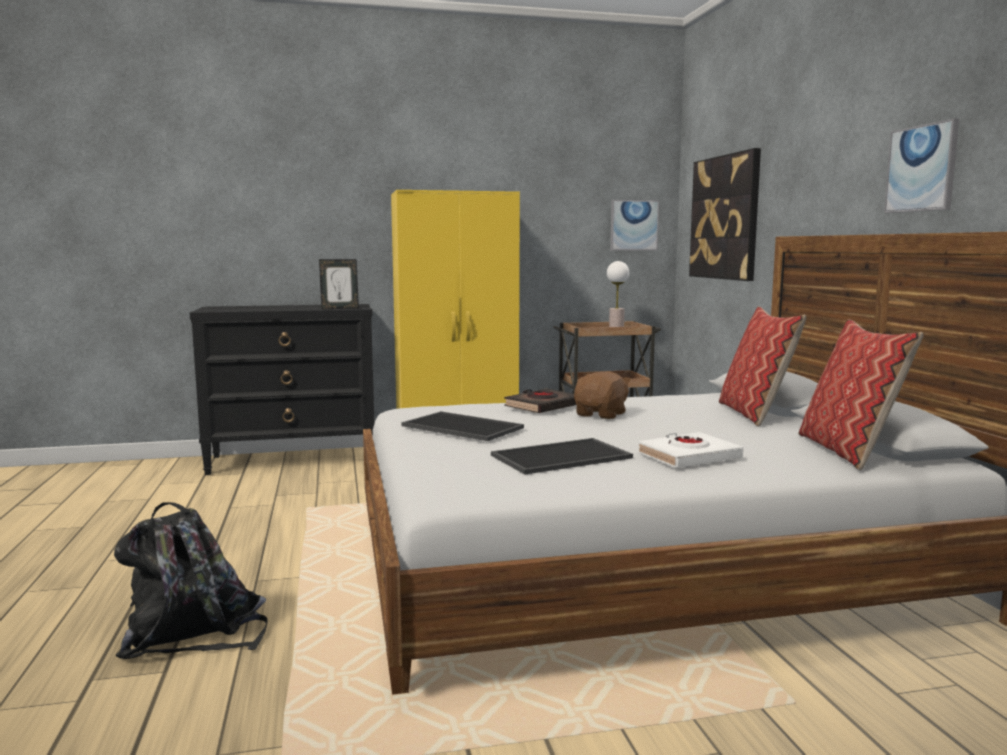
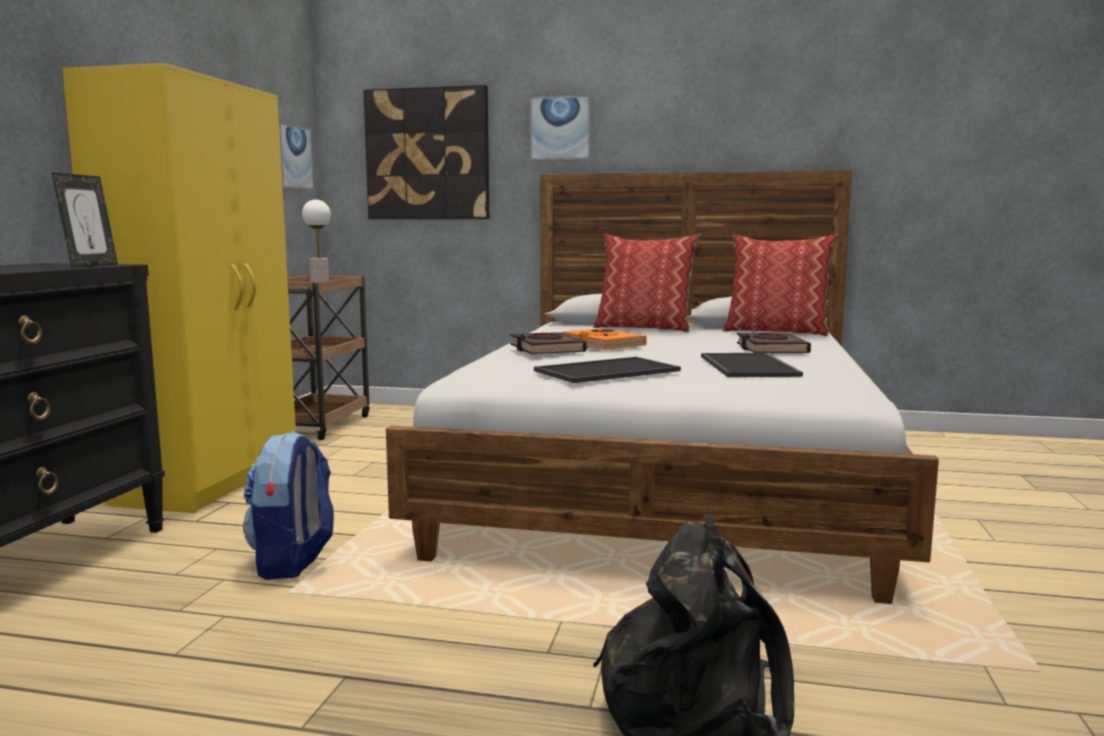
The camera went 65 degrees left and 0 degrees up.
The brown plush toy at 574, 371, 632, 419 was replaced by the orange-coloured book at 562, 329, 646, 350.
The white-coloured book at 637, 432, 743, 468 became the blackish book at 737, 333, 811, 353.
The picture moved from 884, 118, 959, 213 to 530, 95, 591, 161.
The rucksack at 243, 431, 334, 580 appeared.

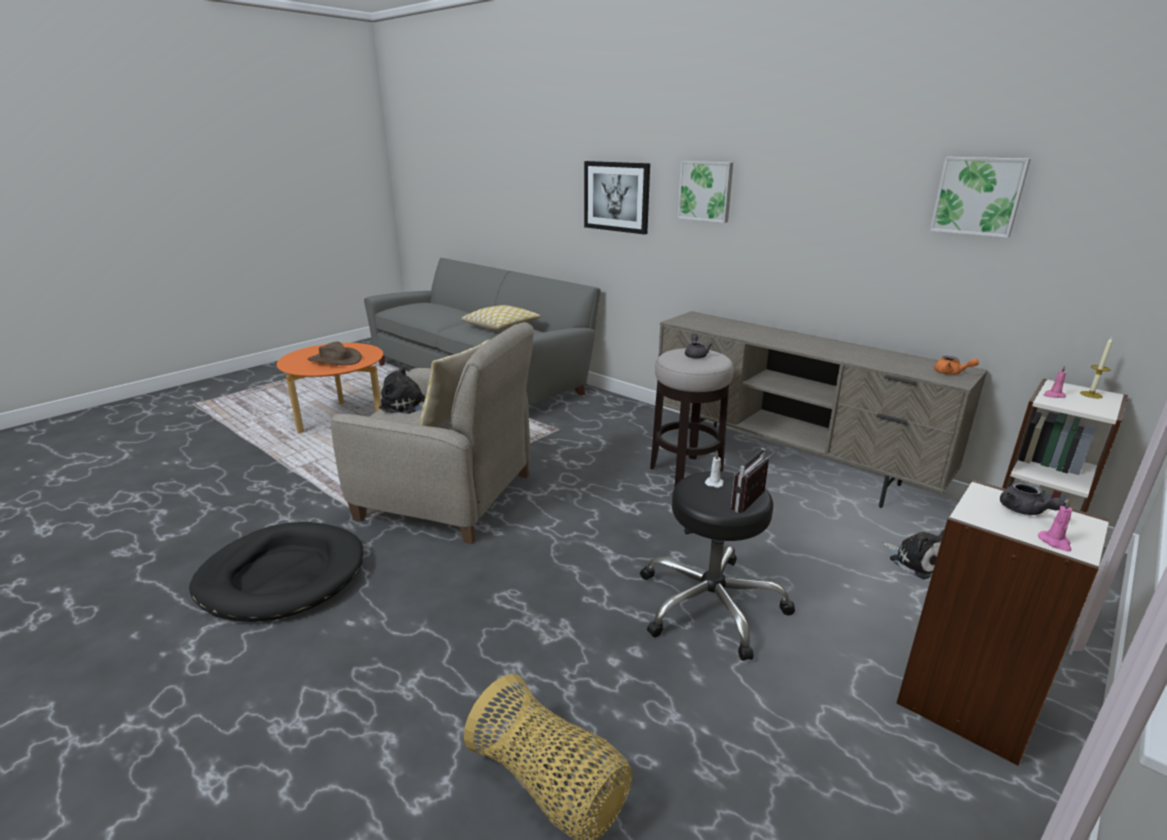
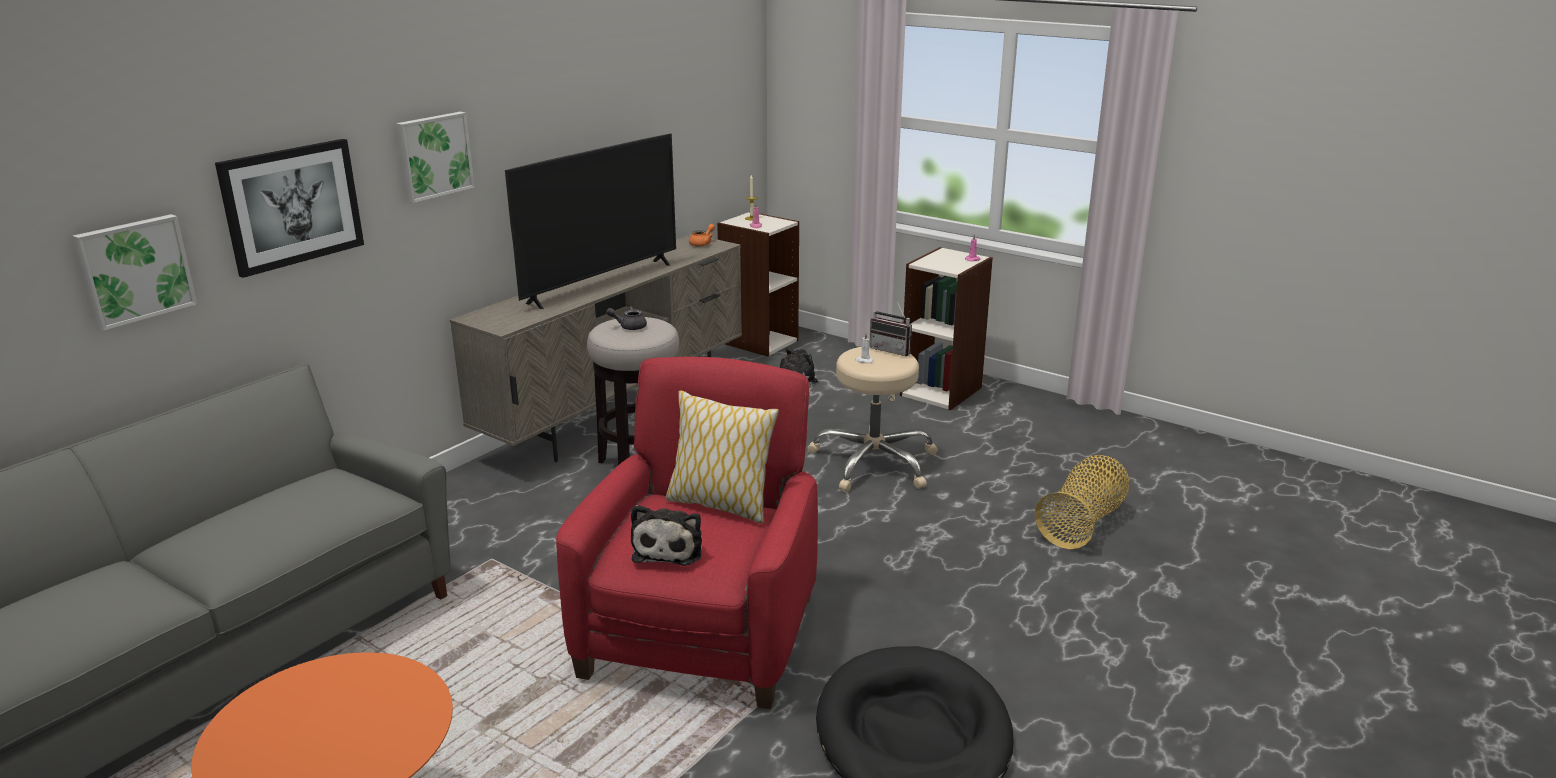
The camera went 95 degrees left and 0 degrees up.
The brown clothing hat at 308, 341, 362, 365 disappeared.
The sand-coloured lounge chair at 331, 322, 534, 544 became the red lounge chair at 556, 357, 818, 709.
The pillow at 461, 305, 541, 331 disappeared.
The blackish stool at 640, 471, 795, 661 became the sand-coloured stool at 807, 346, 938, 492.
The picture moved from 929, 157, 1031, 238 to 73, 214, 197, 331.
The gray teapot at 1000, 481, 1065, 515 disappeared.
The TV set at 505, 134, 676, 309 appeared.

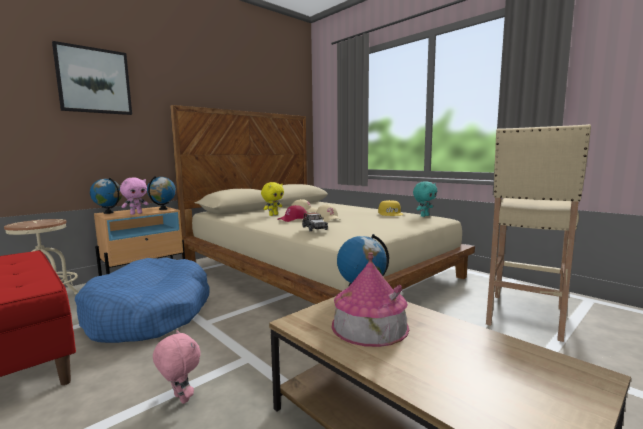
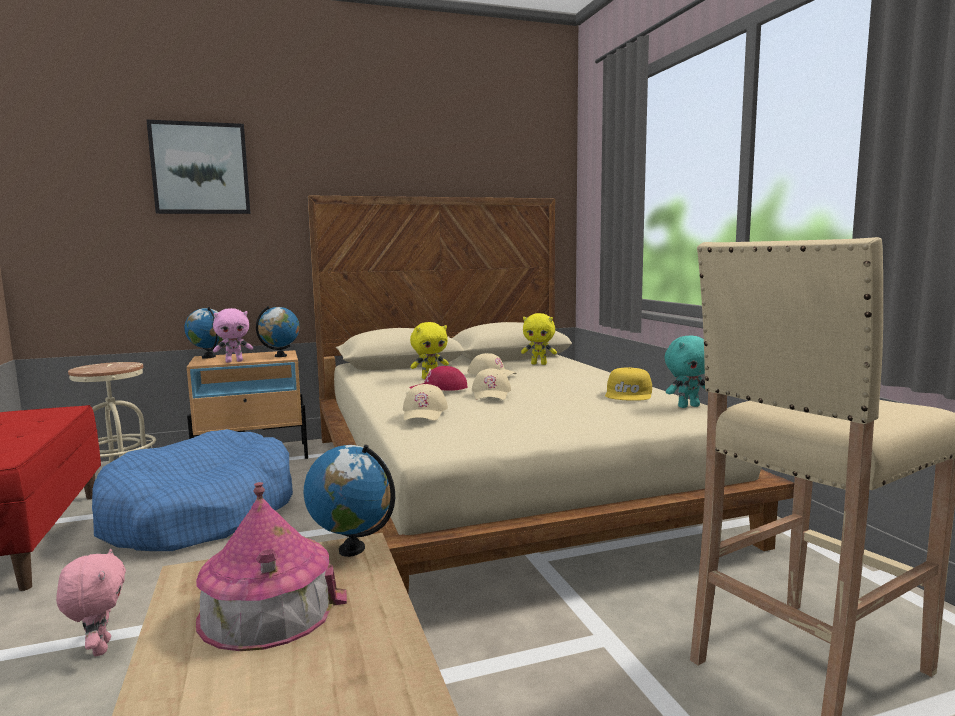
The camera went 25 degrees right and 0 degrees up.
The miniature car at 302, 212, 328, 231 was replaced by the sand-coloured peaked cap at 403, 384, 448, 421.
The yellowish plush toy at 521, 313, 557, 365 appeared.

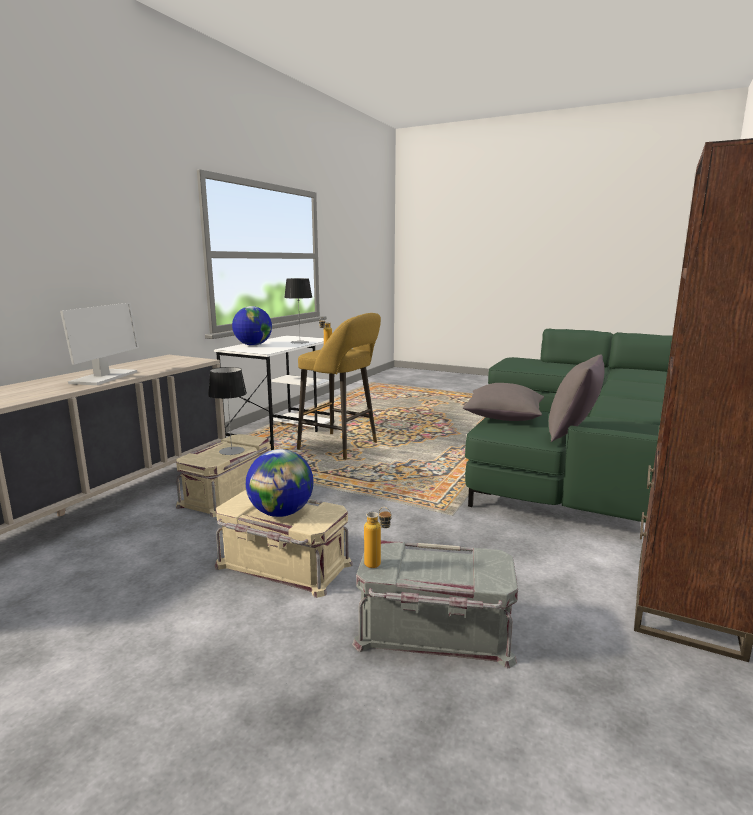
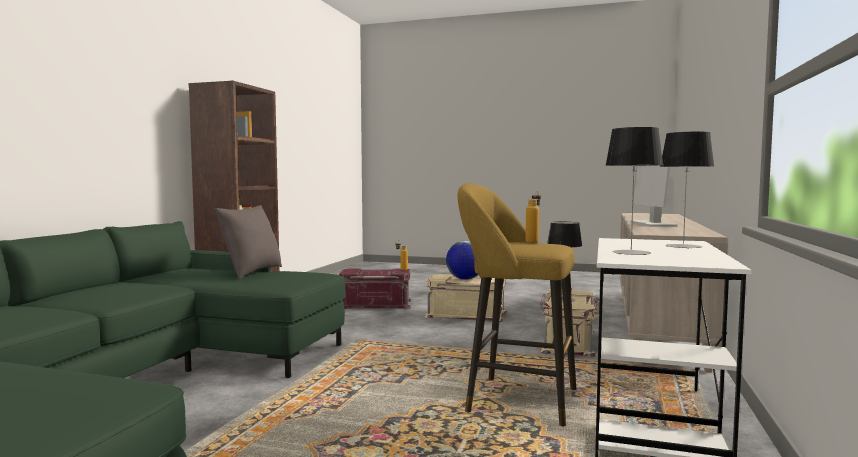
The camera went 170 degrees right and 10 degrees down.
The desk globe at 232, 306, 272, 346 was replaced by the lamp for a table at 660, 132, 714, 249.
The gray storage box at 352, 540, 518, 669 became the red storage box at 339, 268, 412, 309.
The gray pillow at 463, 383, 544, 421 disappeared.

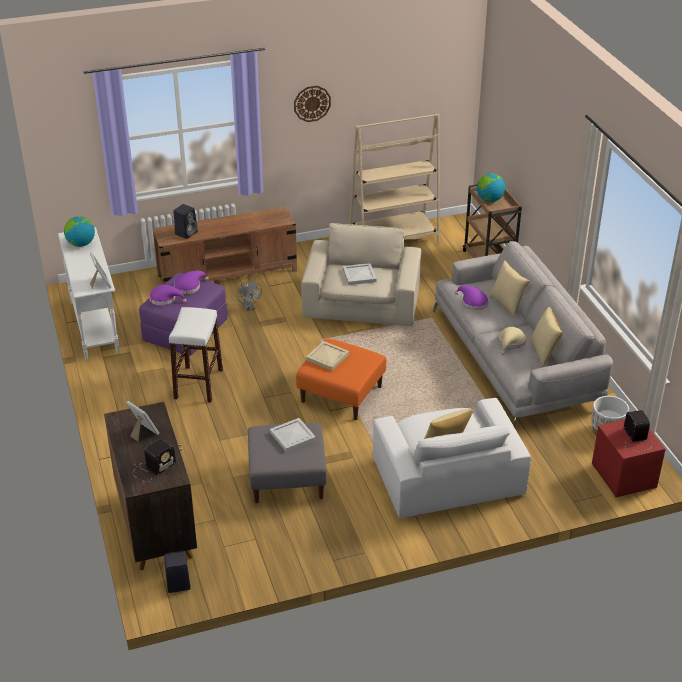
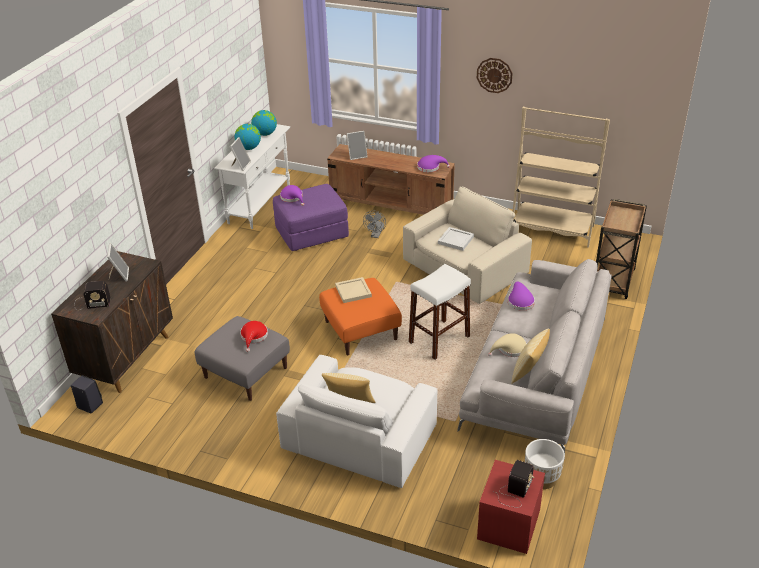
The camera went 40 degrees right and 0 degrees up.
The white-coloured stool moved from 169, 307, 223, 403 to 409, 264, 471, 360.
The blackish speaker at 173, 204, 197, 239 was replaced by the standing frame at 347, 131, 368, 160.
The purple clothing hat moved from 174, 271, 209, 294 to 417, 155, 450, 173.
The white-coloured carrying tray at 270, 418, 316, 452 was replaced by the red clothing hat at 240, 321, 268, 352.
The desk globe moved from 477, 173, 505, 202 to 235, 124, 261, 150.
The pillow at 490, 261, 530, 317 disappeared.

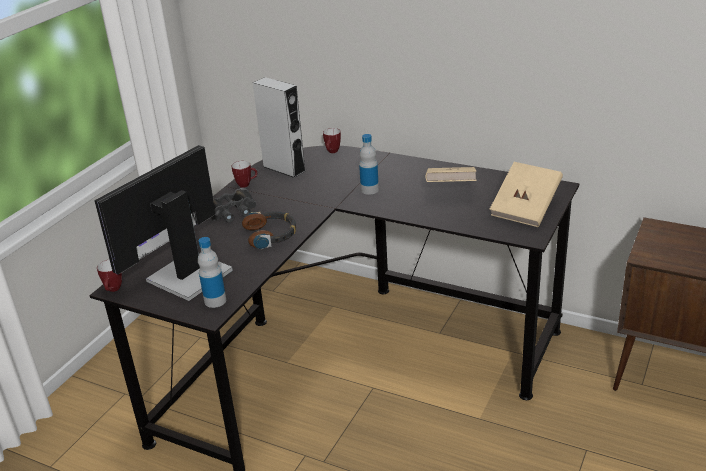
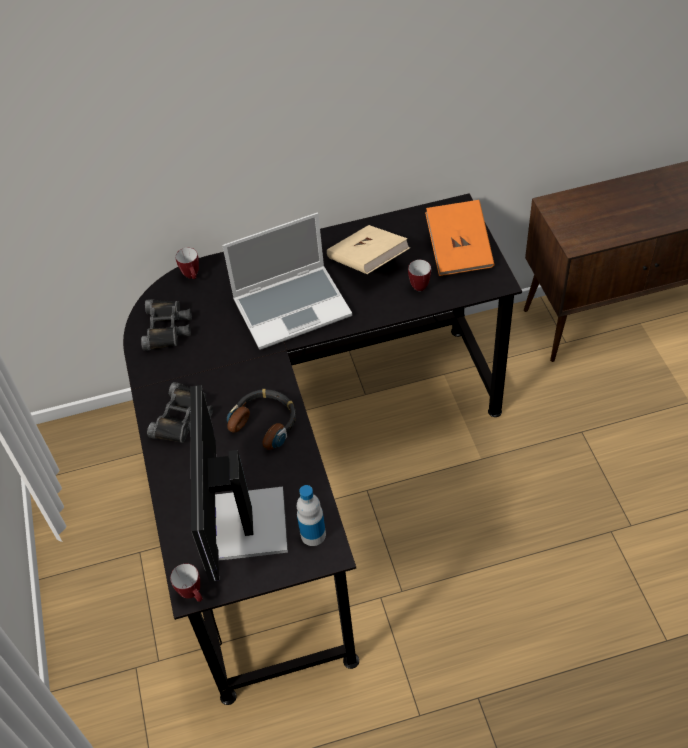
The camera went 40 degrees left and 20 degrees up.
The tea mug moved from 232, 161, 257, 188 to 408, 260, 431, 291.
The gray speaker at 253, 77, 305, 178 was replaced by the blackish binoculars at 141, 299, 192, 351.
The beverage bottle at 359, 134, 379, 195 was replaced by the notebook computer at 222, 213, 352, 350.
The sand-coloured book at 489, 162, 563, 227 became the orange-coloured book at 425, 200, 495, 276.

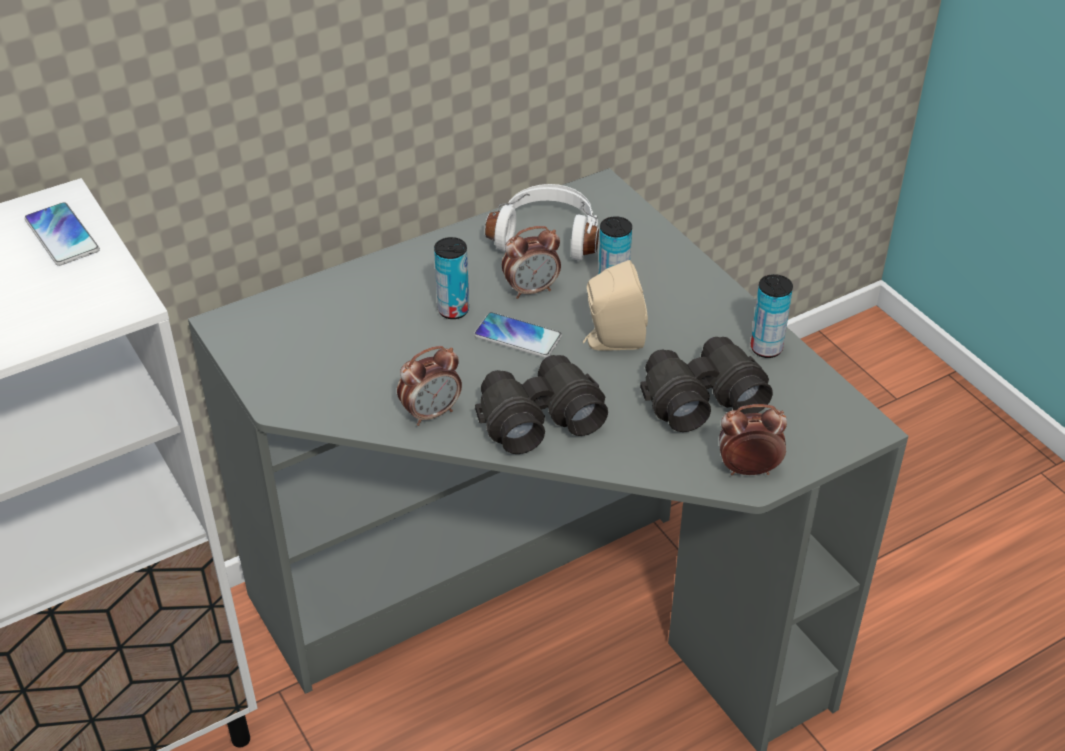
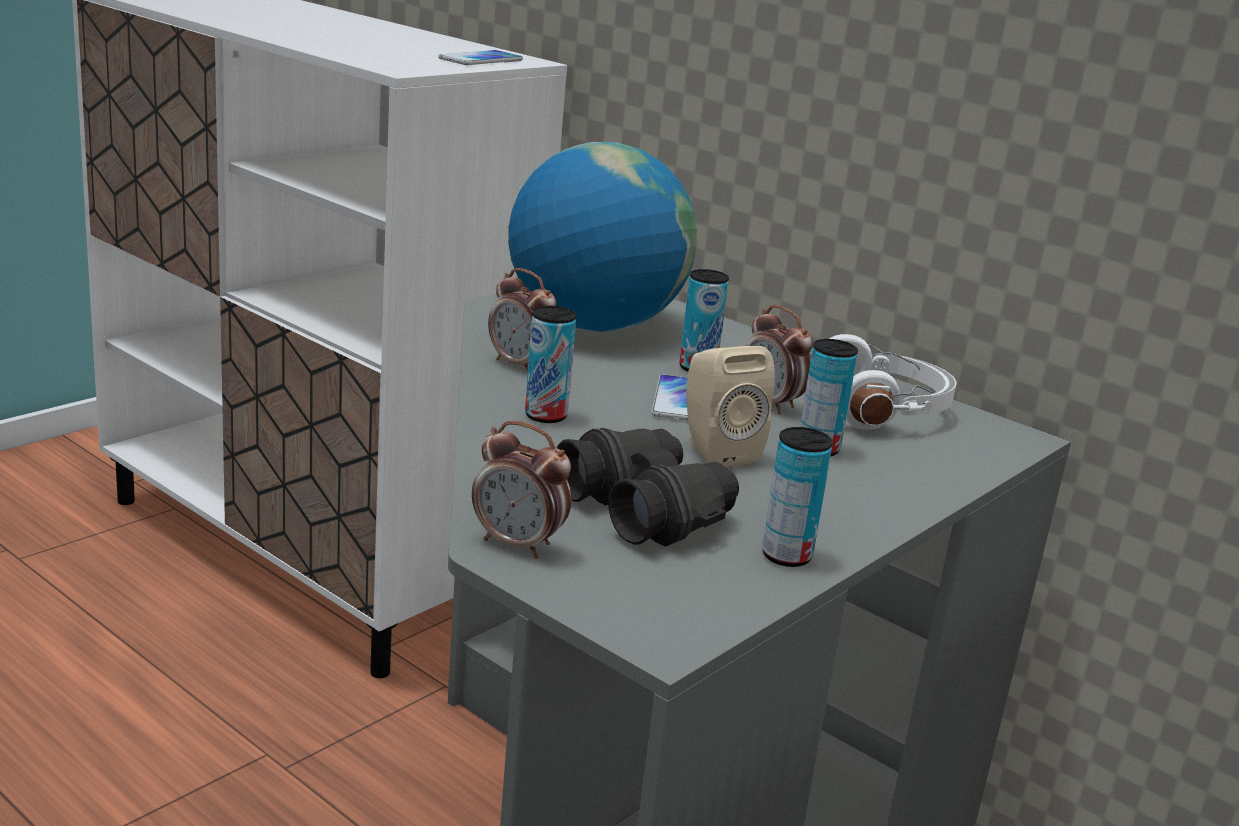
The camera went 70 degrees right and 20 degrees down.
The blackish binoculars at 475, 355, 608, 454 was replaced by the metal can at 525, 306, 577, 423.
The alarm clock at 719, 404, 787, 475 turned 135 degrees clockwise.
The desk globe at 508, 142, 697, 332 appeared.

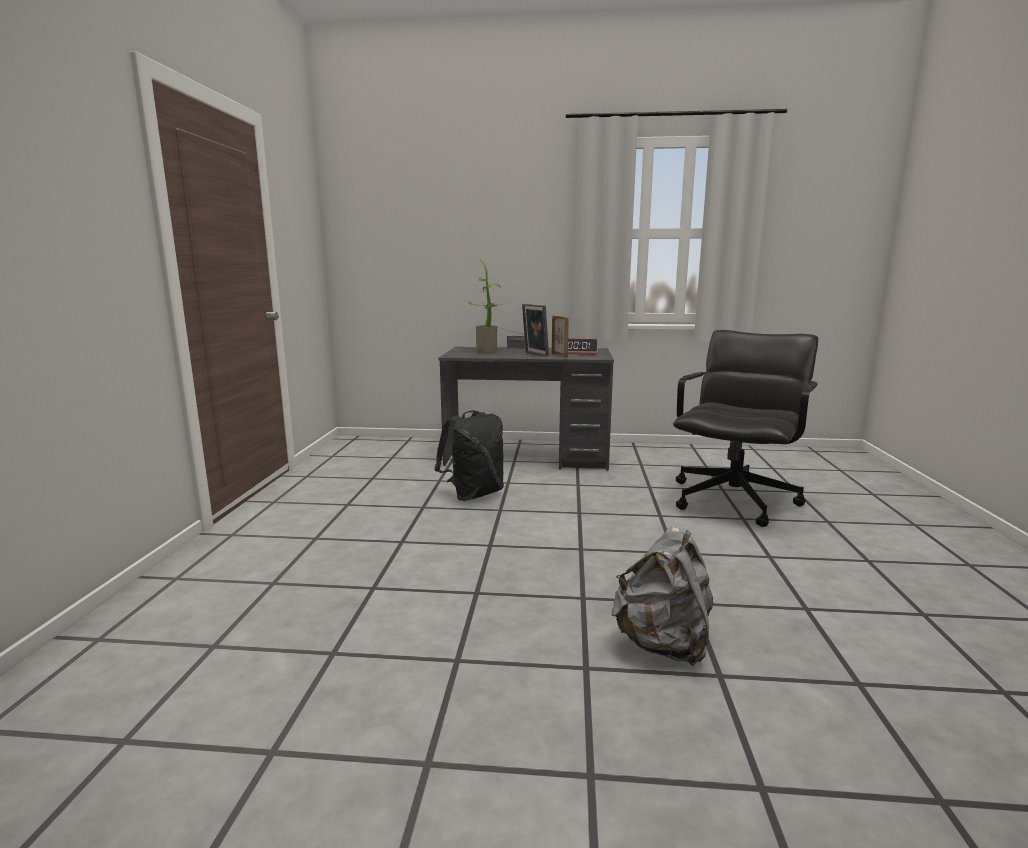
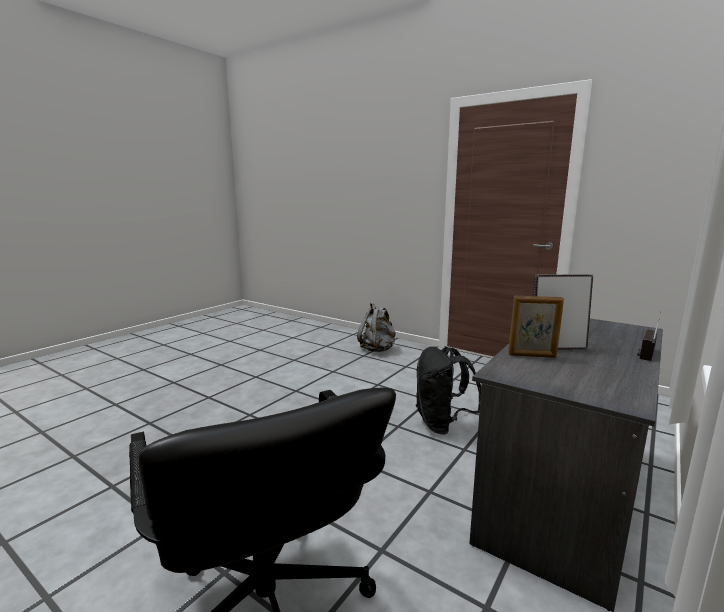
The camera went 120 degrees right and 0 degrees up.
The plant in a pot at 468, 260, 513, 353 disappeared.
The alarm clock at 568, 338, 598, 354 disappeared.
The gray rucksack moved from 612, 527, 713, 666 to 357, 302, 396, 352.

